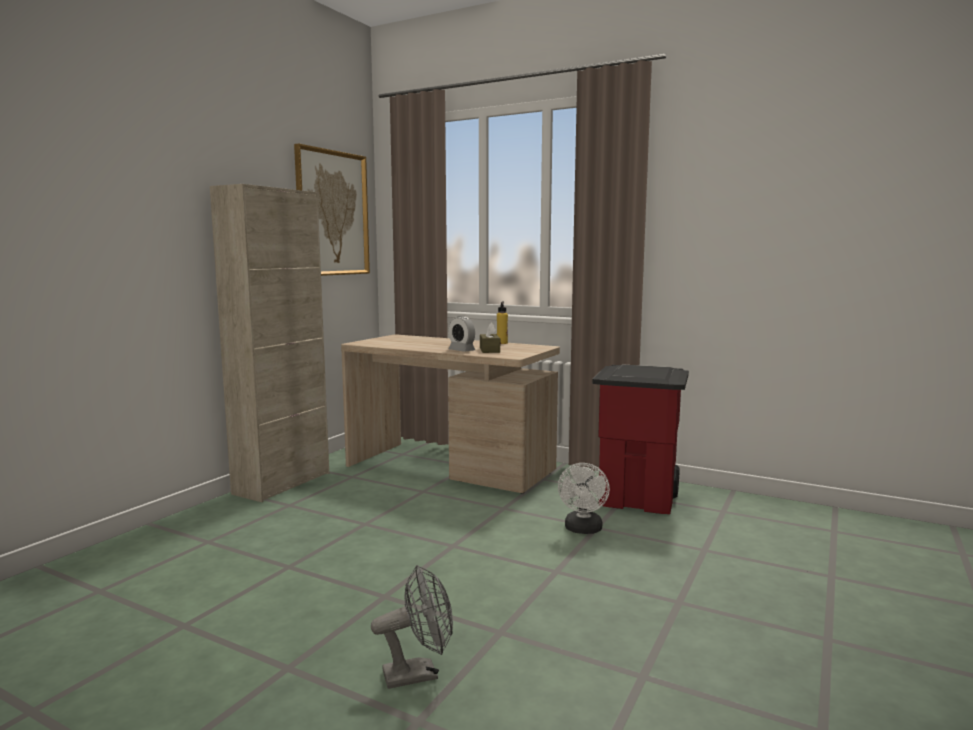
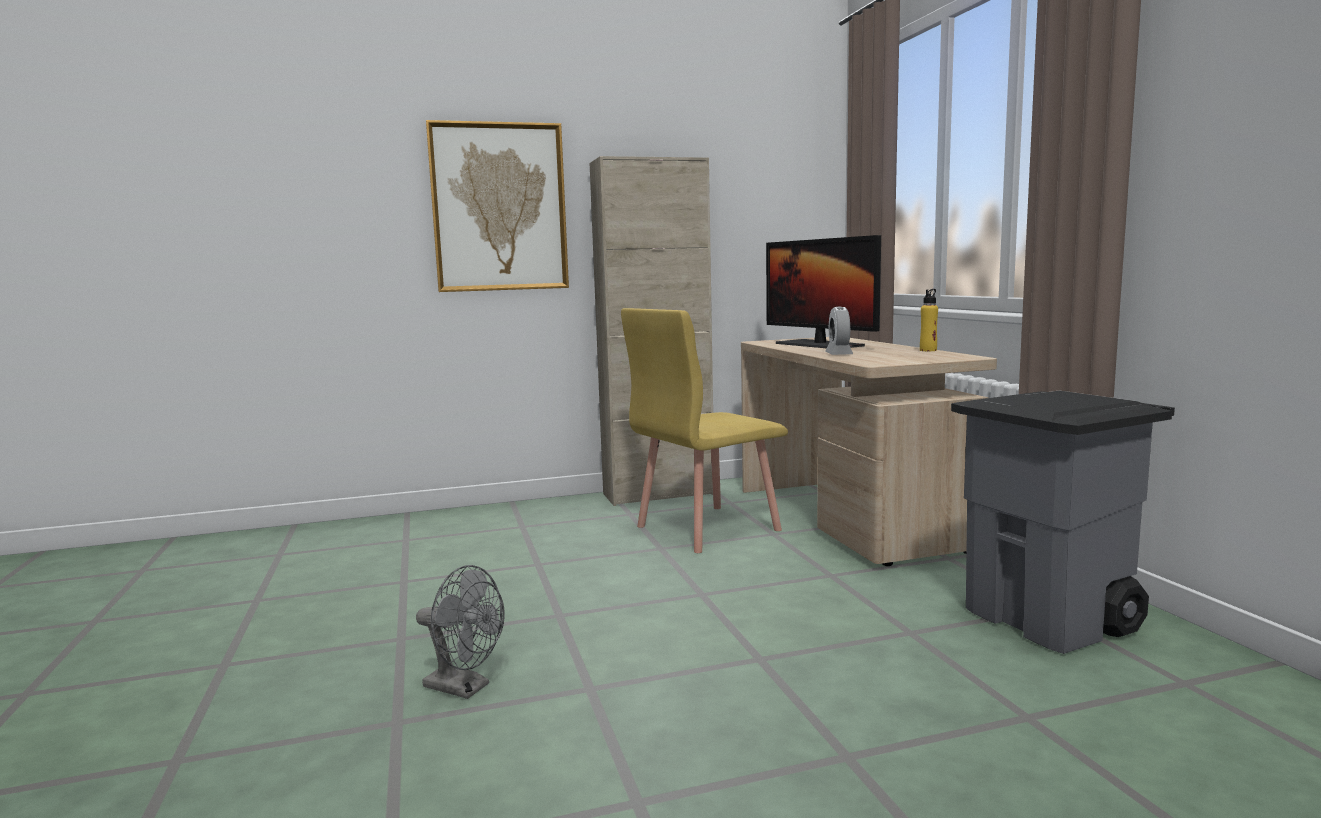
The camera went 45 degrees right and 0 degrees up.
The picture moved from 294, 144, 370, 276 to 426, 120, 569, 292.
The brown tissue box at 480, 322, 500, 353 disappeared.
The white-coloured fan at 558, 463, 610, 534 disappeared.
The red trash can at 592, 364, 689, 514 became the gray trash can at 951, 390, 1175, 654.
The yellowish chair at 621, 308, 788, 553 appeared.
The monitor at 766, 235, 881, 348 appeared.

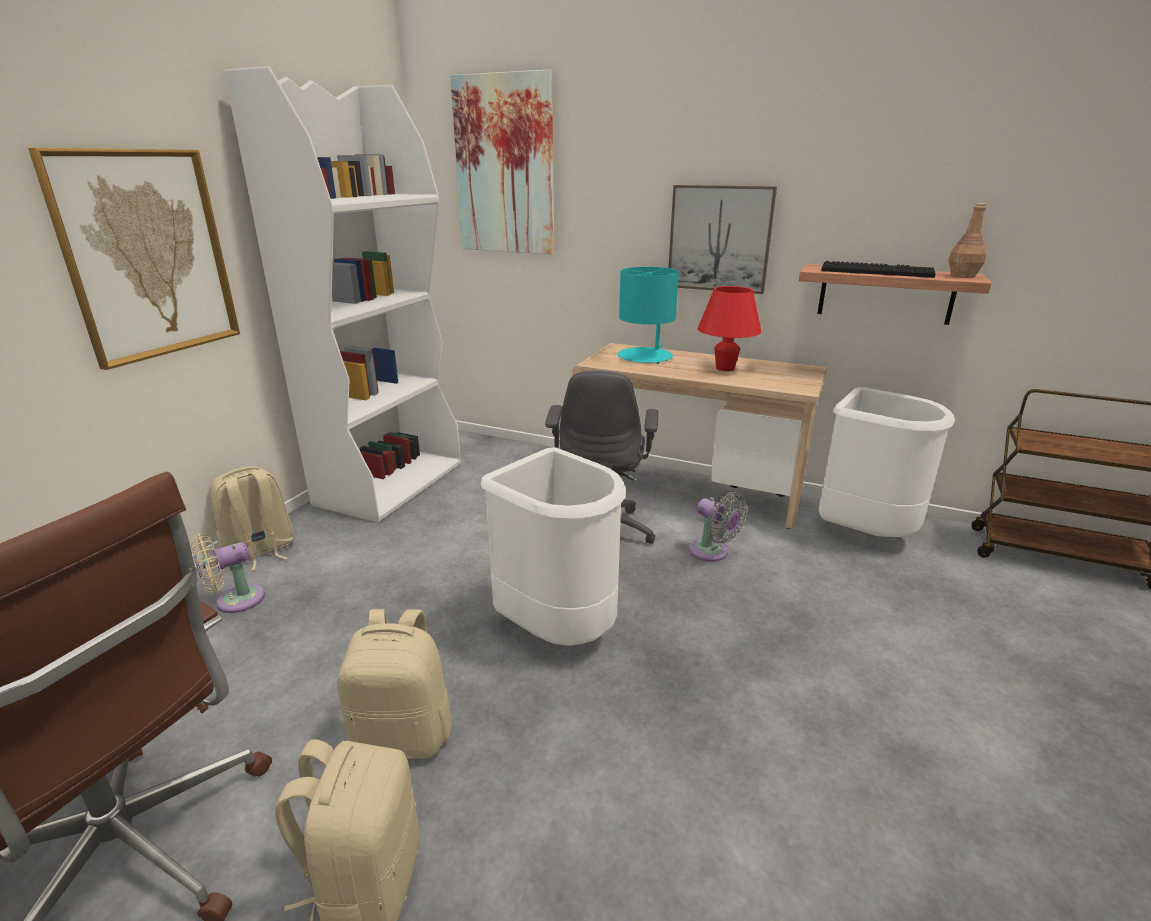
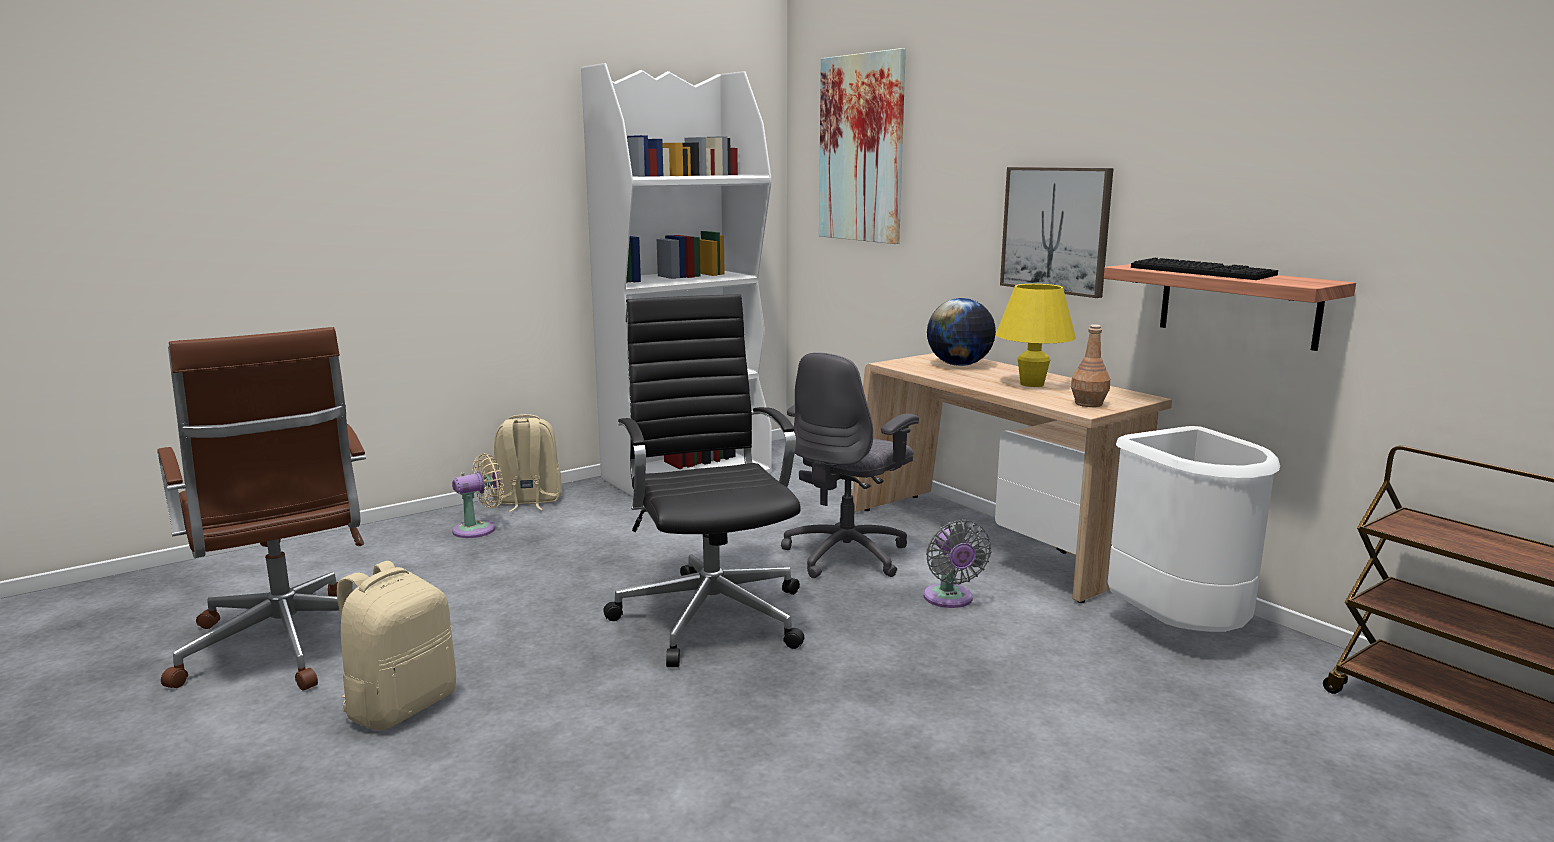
The camera went 30 degrees right and 10 degrees down.
The picture at 28, 148, 240, 370 disappeared.
The sand-coloured fan at 190, 533, 265, 613 turned 150 degrees clockwise.
The sand-coloured rucksack at 337, 609, 452, 759 disappeared.
The white-coloured trash can at 481, 447, 626, 646 was replaced by the blackish computer chair at 603, 294, 805, 667.
The turquoise-coloured lamp for a table at 618, 267, 679, 364 was replaced by the desk globe at 927, 298, 996, 366.
The red lamp for a table at 697, 286, 762, 371 became the yellowish lamp for a table at 996, 284, 1076, 387.
The brown beverage bottle moved from 949, 203, 987, 278 to 1071, 324, 1110, 407.

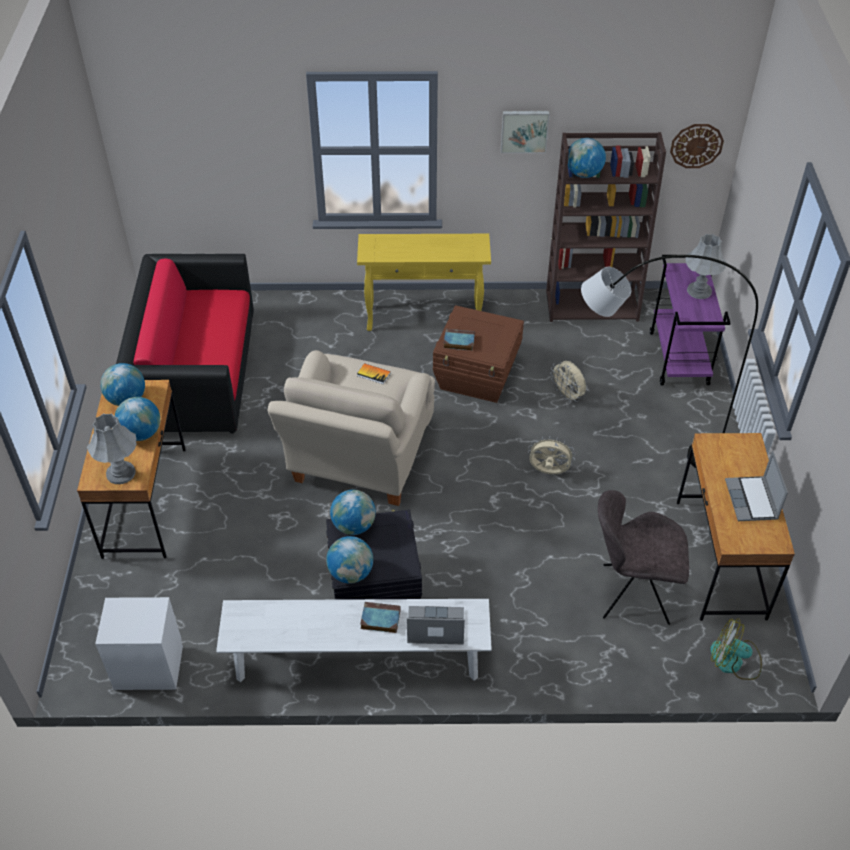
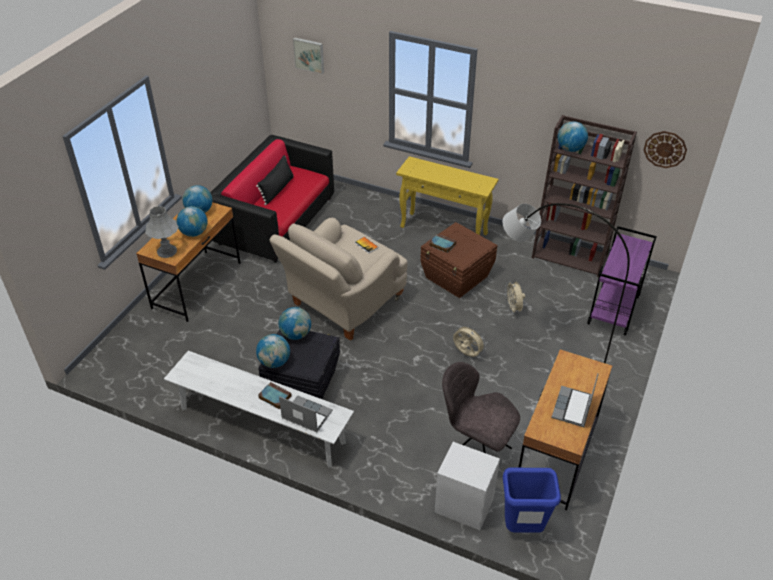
The camera went 25 degrees right and 5 degrees down.
The white-coloured bedside table moved from 95, 597, 183, 690 to 435, 442, 500, 530.
The picture moved from 501, 111, 549, 153 to 293, 38, 324, 74.
The gray lamp for a table at 686, 234, 727, 299 disappeared.
The fan at 711, 619, 762, 680 was replaced by the bluish trash can at 503, 468, 561, 533.
The blackish pillow at 256, 155, 294, 205 appeared.

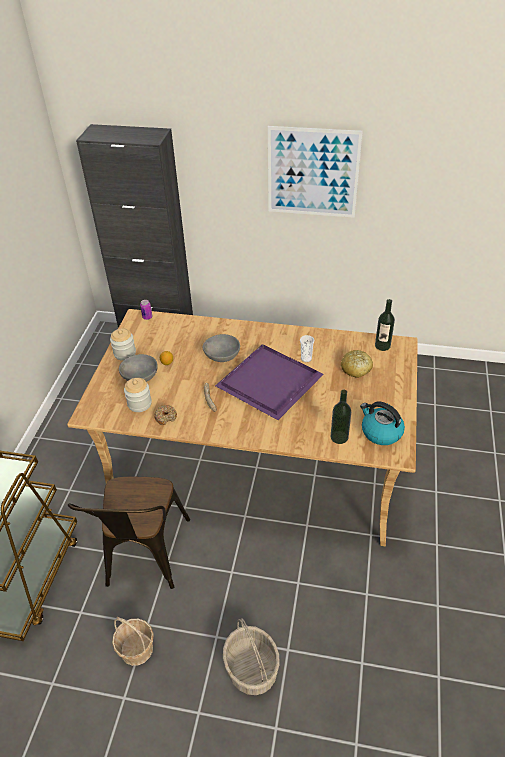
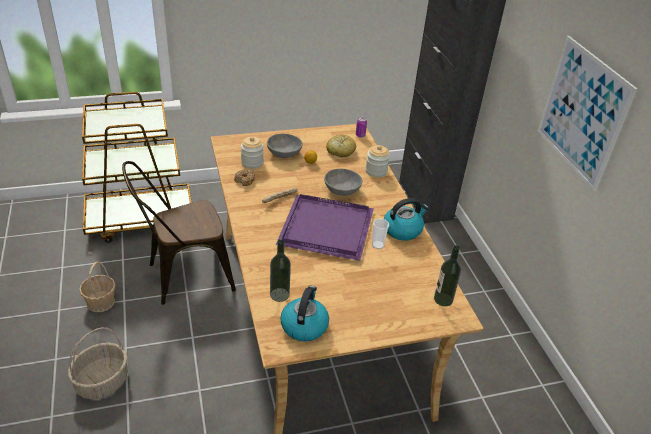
The camera went 60 degrees right and 5 degrees down.
The storage jar moved from 110, 329, 136, 361 to 365, 145, 390, 177.
The bread moved from 341, 350, 373, 378 to 326, 134, 356, 157.
The water kettle at 384, 198, 429, 241 appeared.

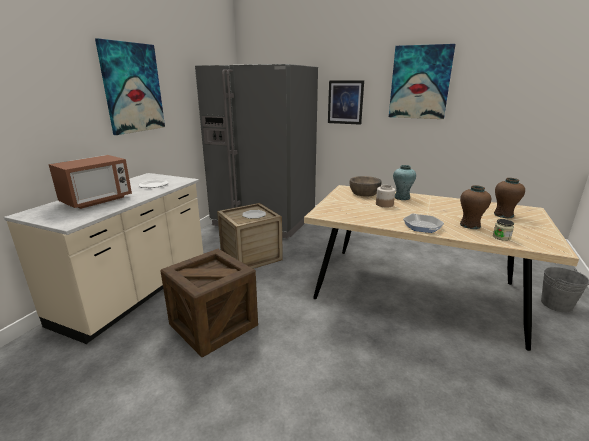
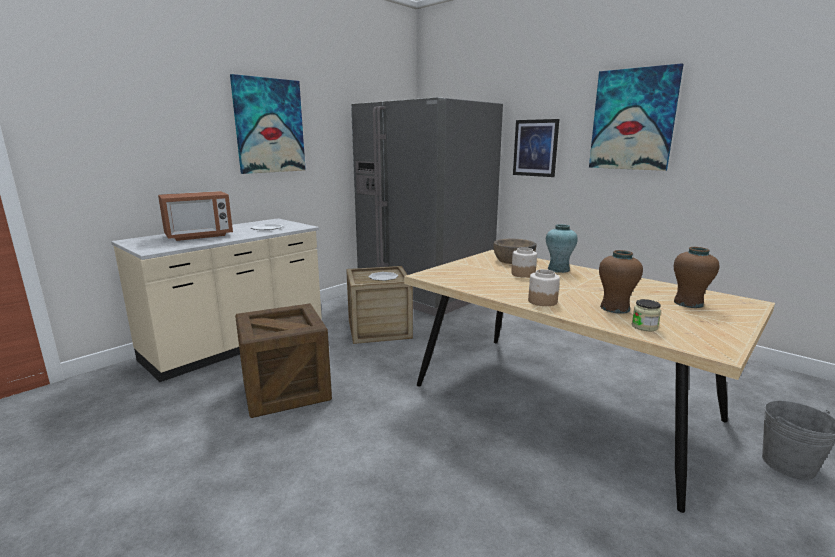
The camera went 20 degrees right and 5 degrees down.
The frying pan at 403, 214, 444, 233 was replaced by the storage jar at 528, 269, 560, 306.

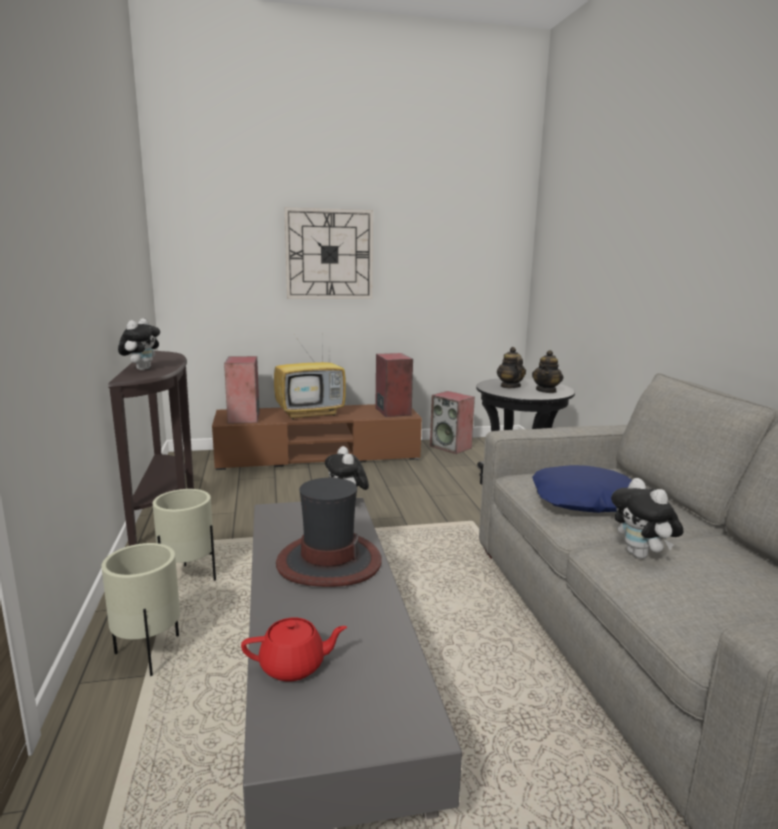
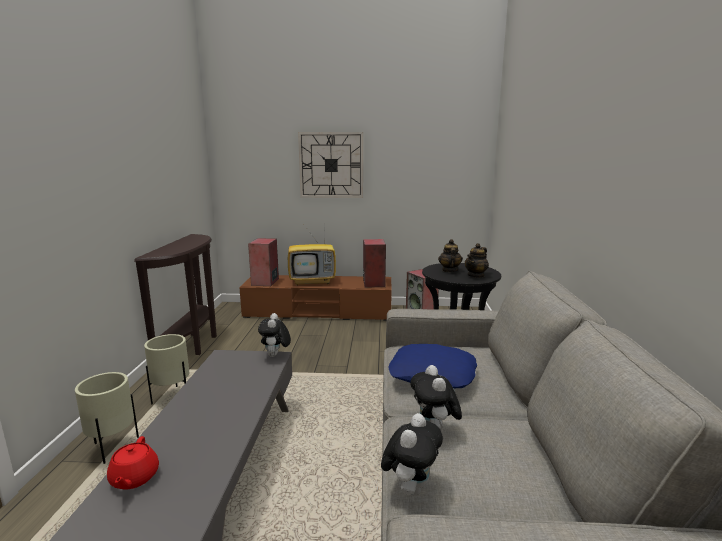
The camera went 15 degrees right and 0 degrees up.
The plush toy moved from 118, 318, 160, 370 to 381, 413, 443, 496.
The red teapot at 241, 618, 347, 681 turned 75 degrees clockwise.
The clothing hat at 276, 478, 382, 587 disappeared.

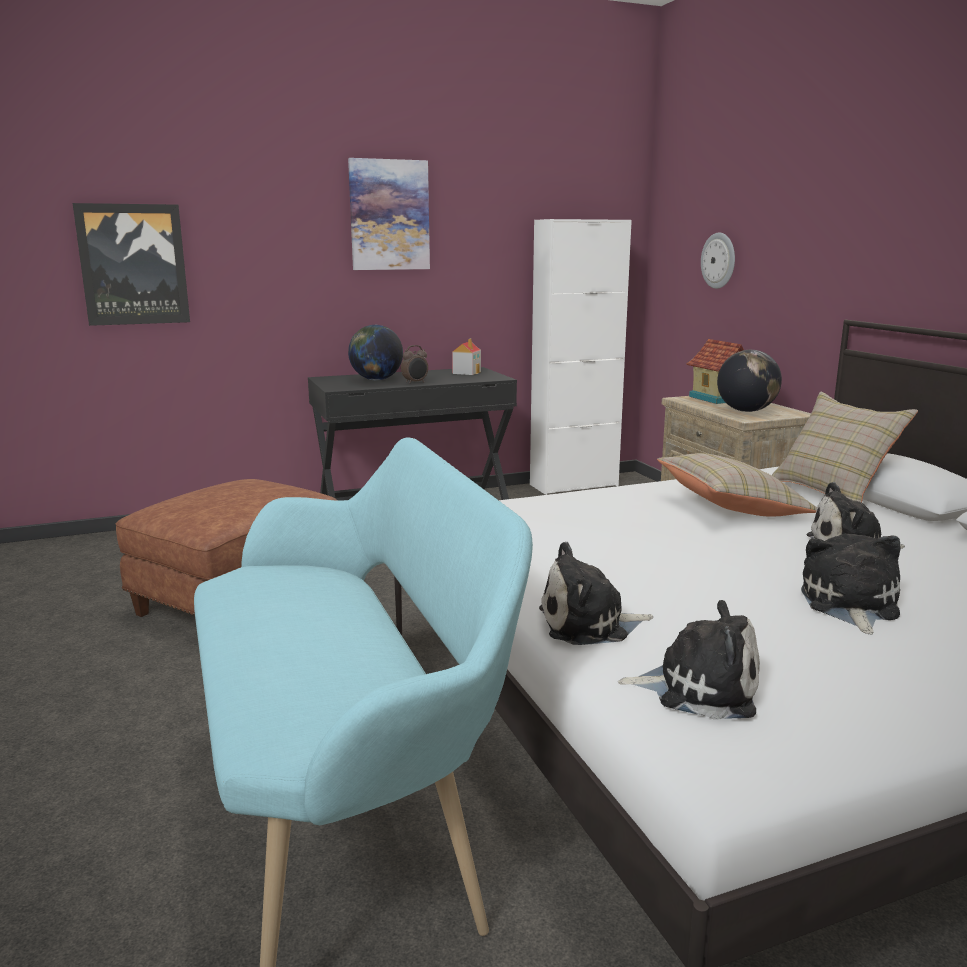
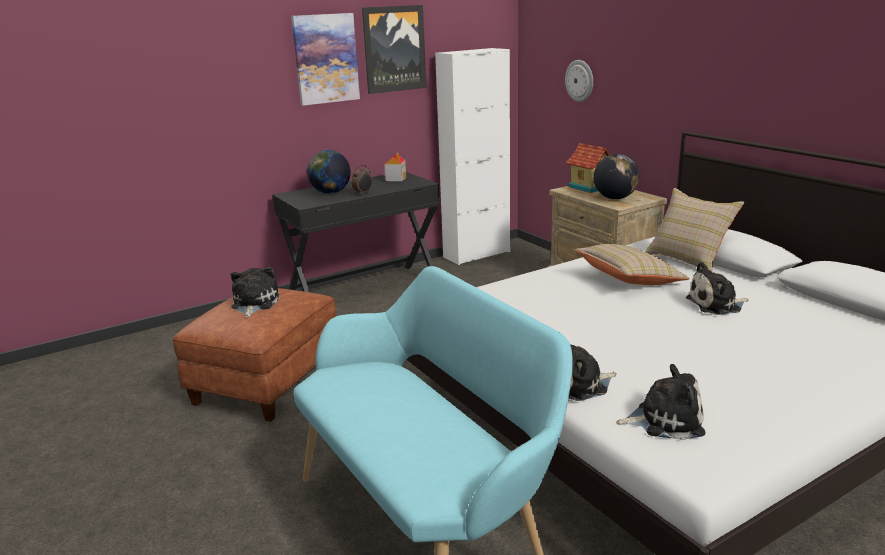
The camera went 10 degrees left and 5 degrees up.
The picture moved from 73, 203, 190, 326 to 362, 5, 426, 94.
The plush toy moved from 801, 534, 901, 635 to 230, 267, 279, 318.

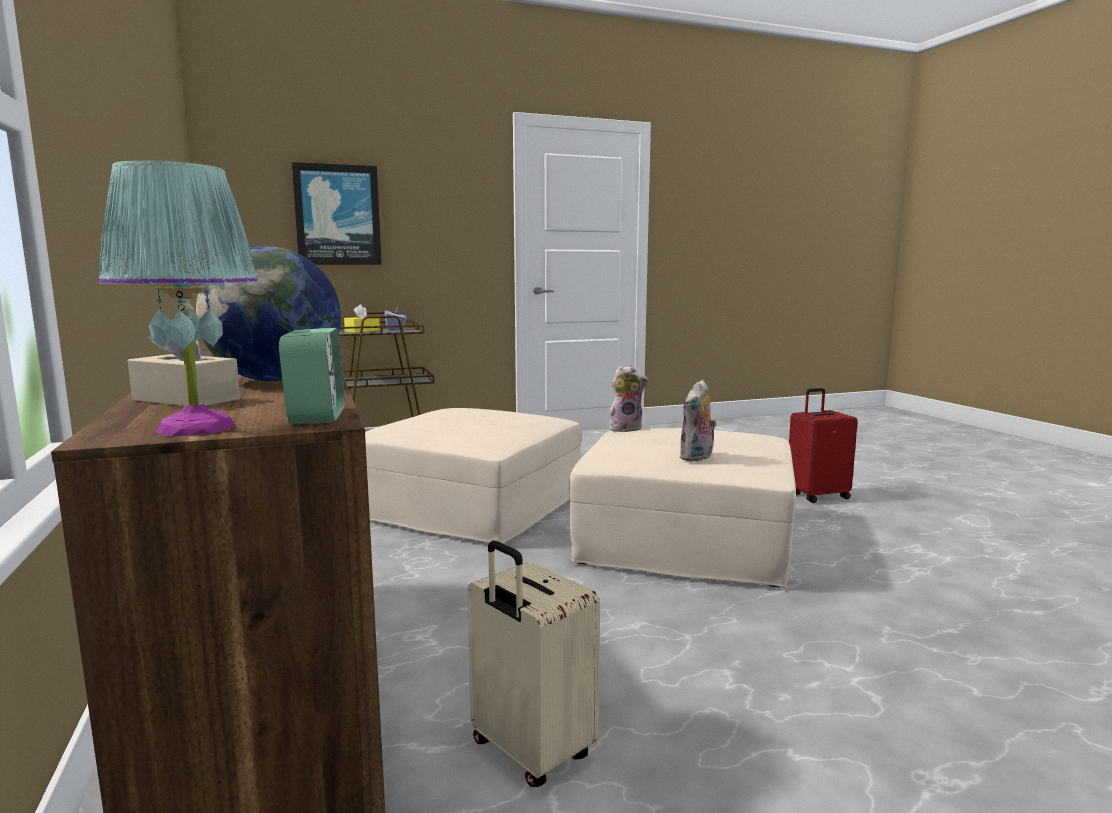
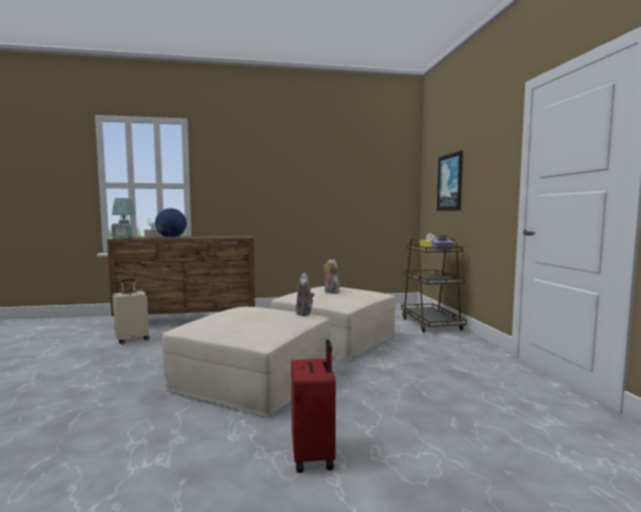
The camera went 100 degrees right and 5 degrees down.
The plush toy moved from 679, 380, 717, 462 to 323, 259, 340, 294.

